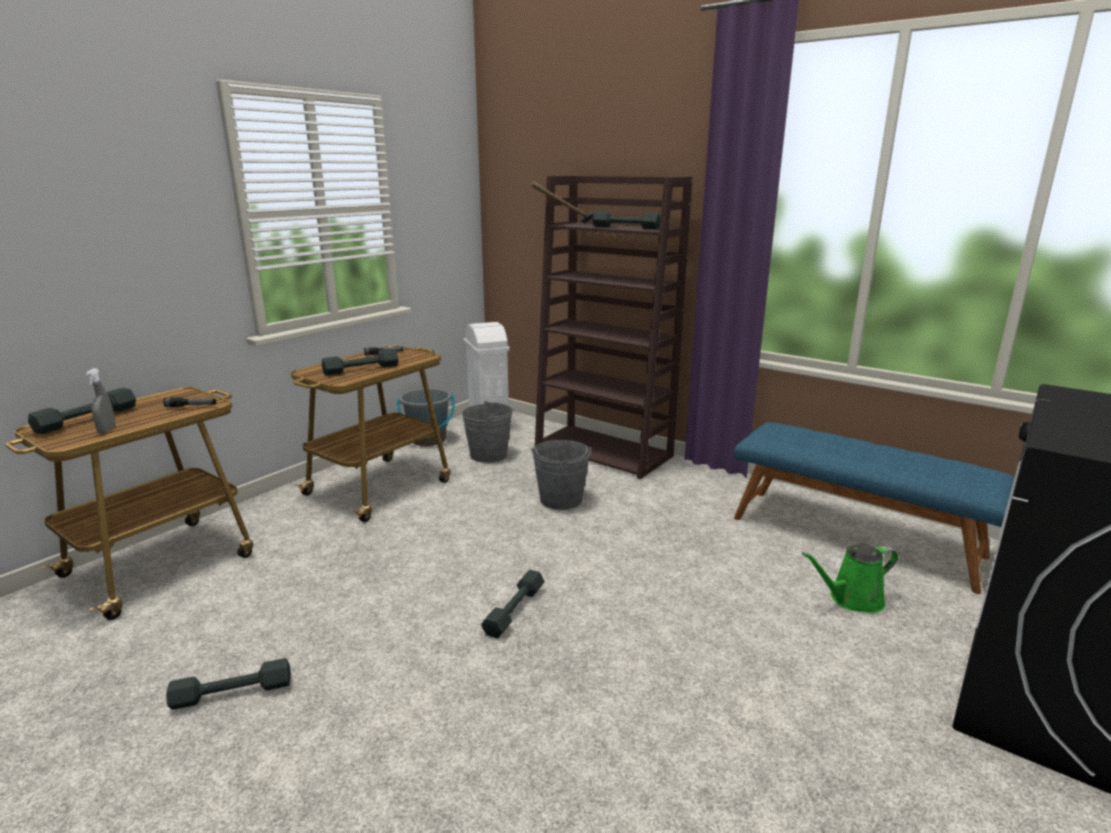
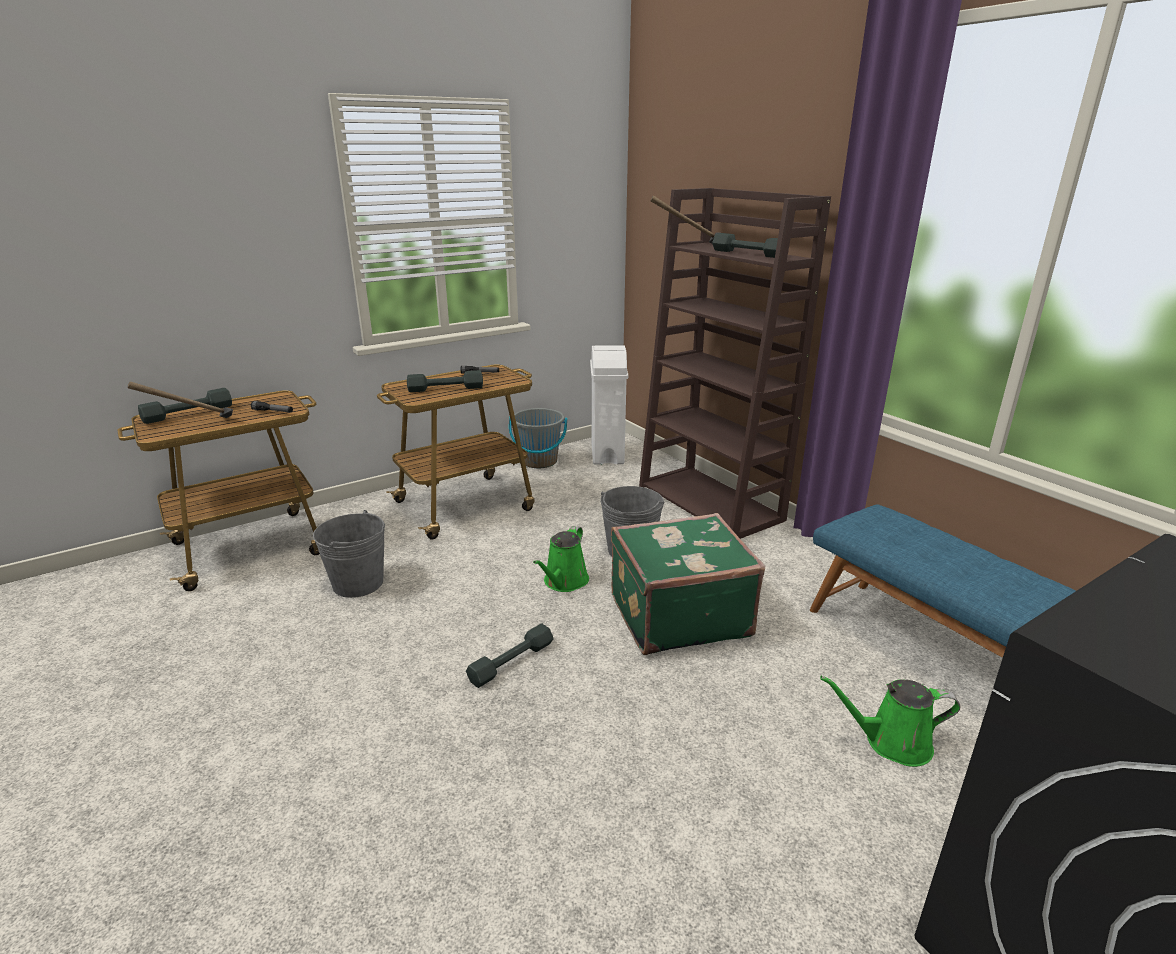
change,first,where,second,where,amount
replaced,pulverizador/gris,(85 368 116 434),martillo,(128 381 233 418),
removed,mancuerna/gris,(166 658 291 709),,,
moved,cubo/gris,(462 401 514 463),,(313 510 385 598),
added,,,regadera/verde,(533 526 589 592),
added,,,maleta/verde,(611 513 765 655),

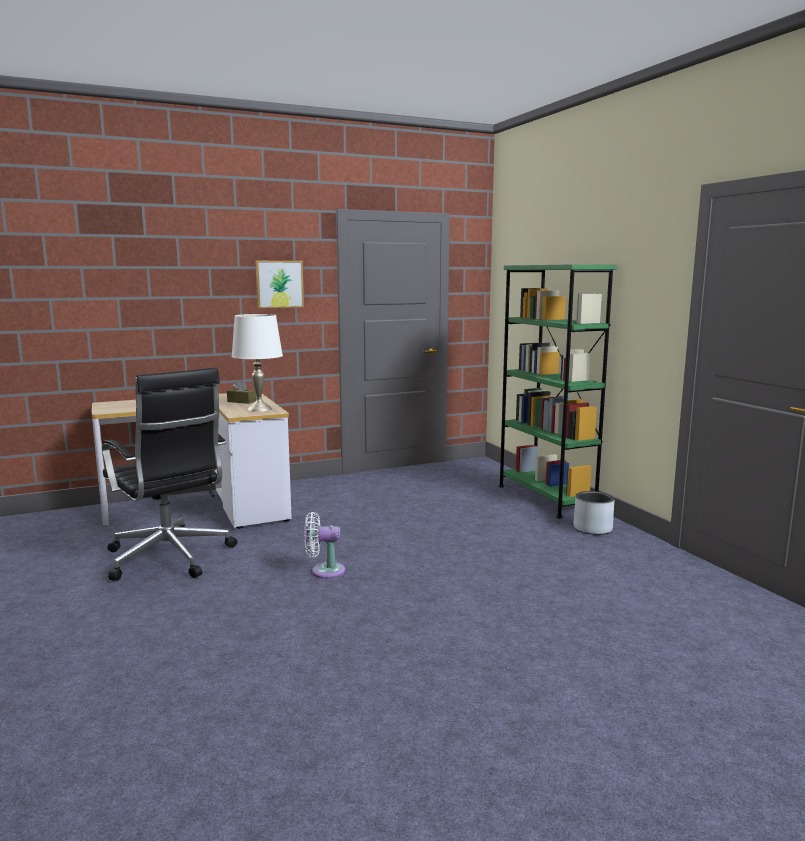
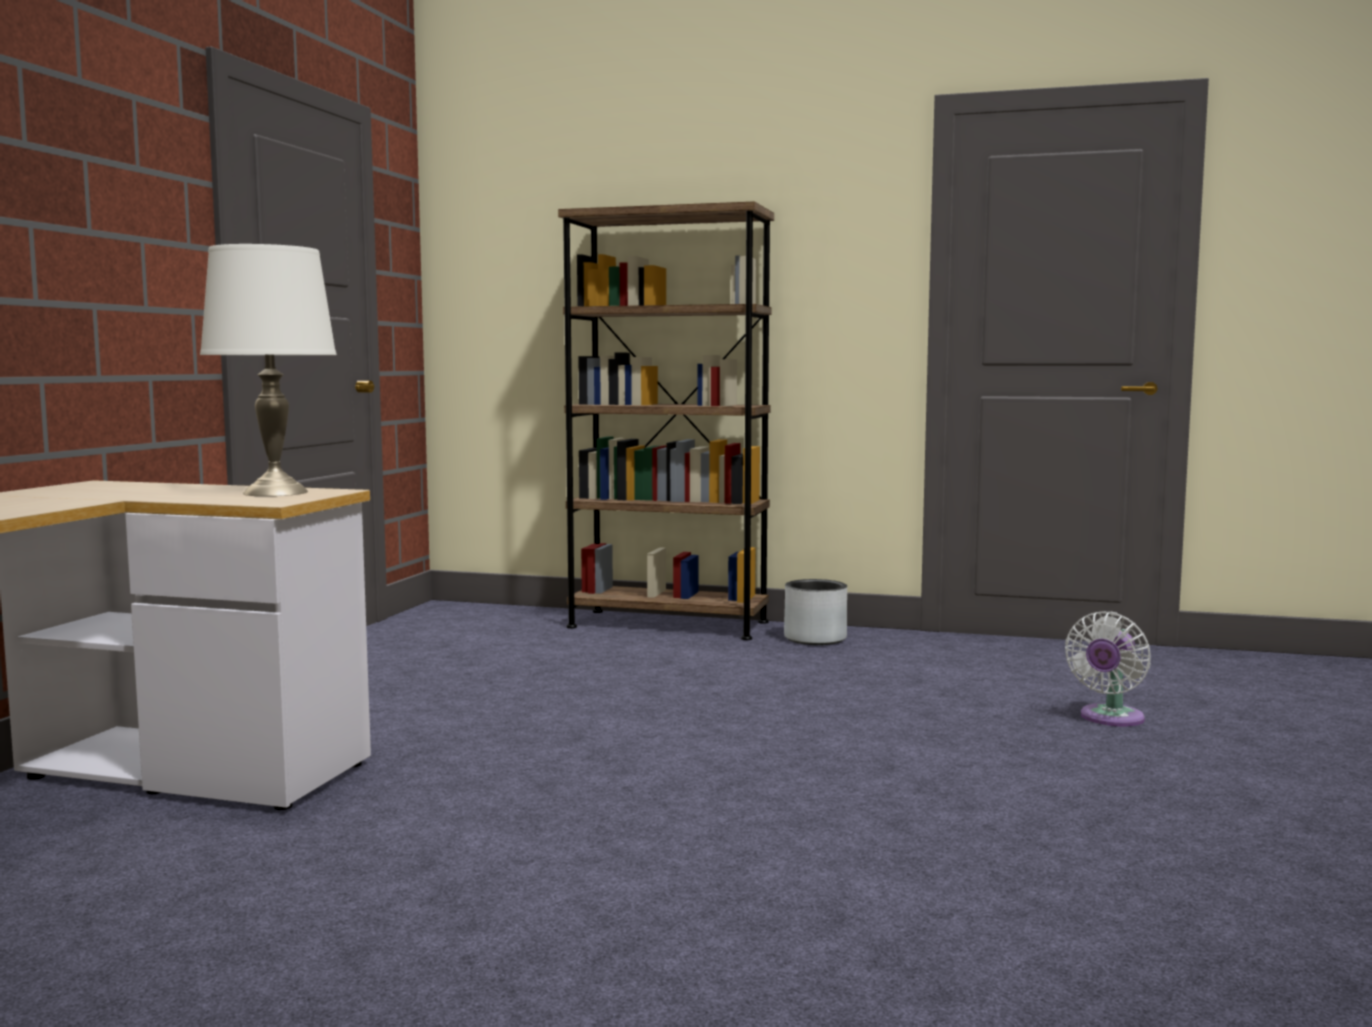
change,first,where,second,where,amount
removed,silla de oficina/negro,(102 367 237 581),,,
removed,caja de pañuelos/marrón,(227 380 257 404),,,
removed,cuadro,(255 261 304 308),,,
moved,ventilador/blanco,(304 512 345 579),,(1065 611 1151 726),
recoloured,estantería/verde,(499 264 617 519),estantería/marrón,(558 201 774 640),

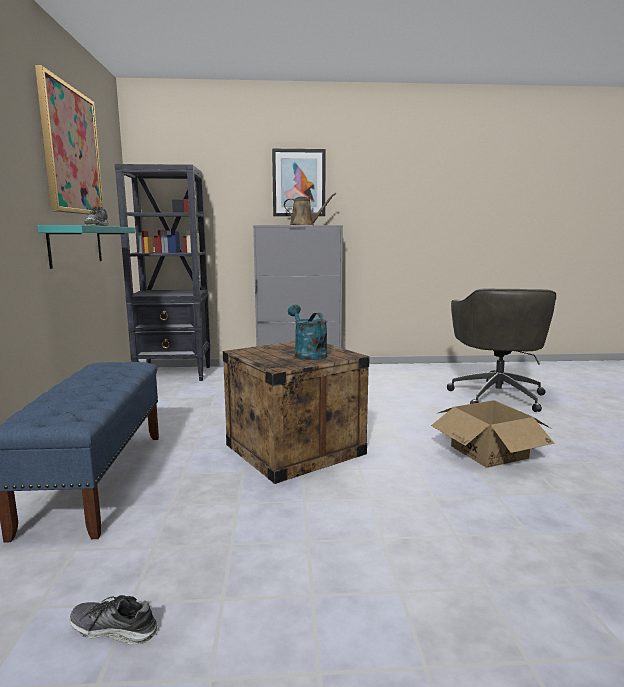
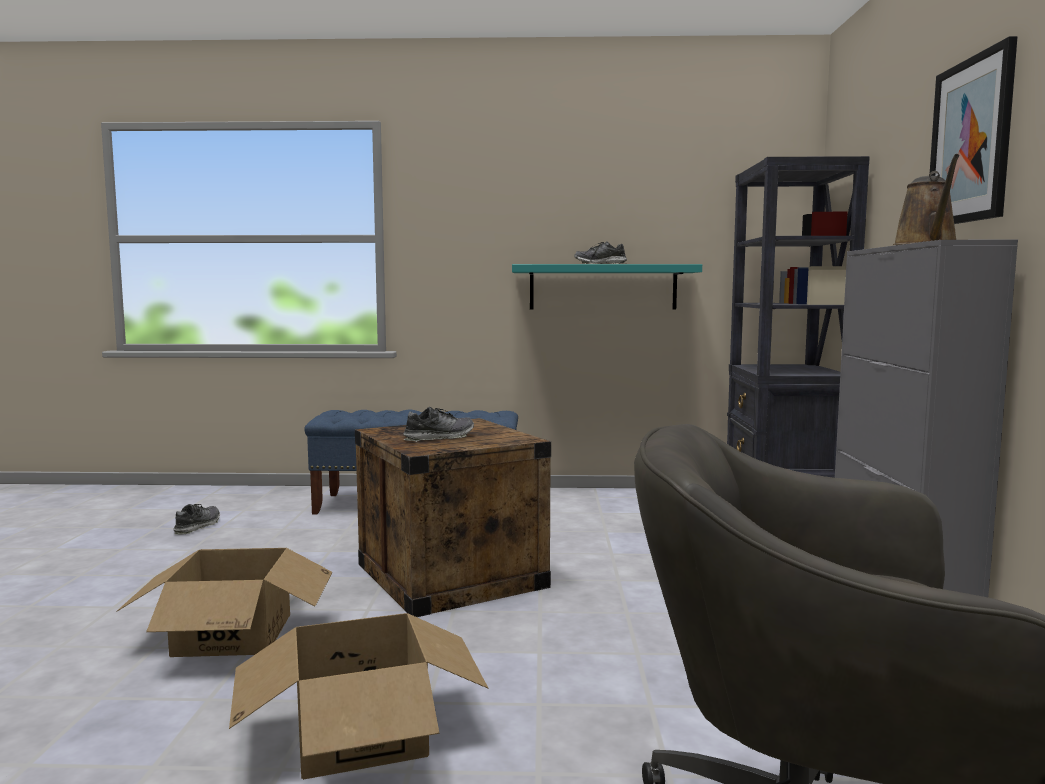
change,first,where,second,where,amount
removed,cuadro,(35 65 104 215),,,
replaced,regadera/turquesa,(288 305 327 360),zapato,(403 407 474 442),
added,,,caja de cartón,(116 548 332 657),

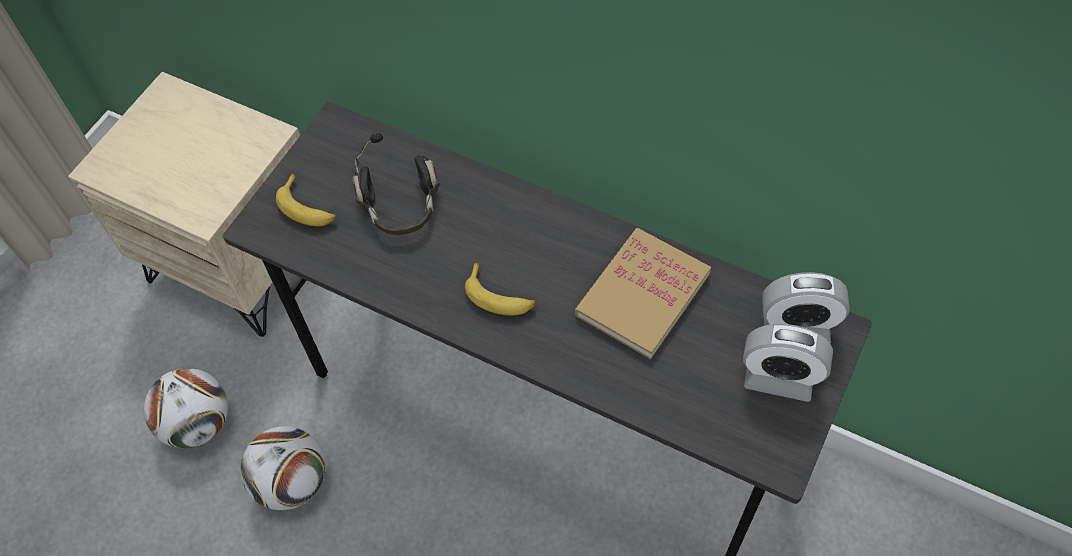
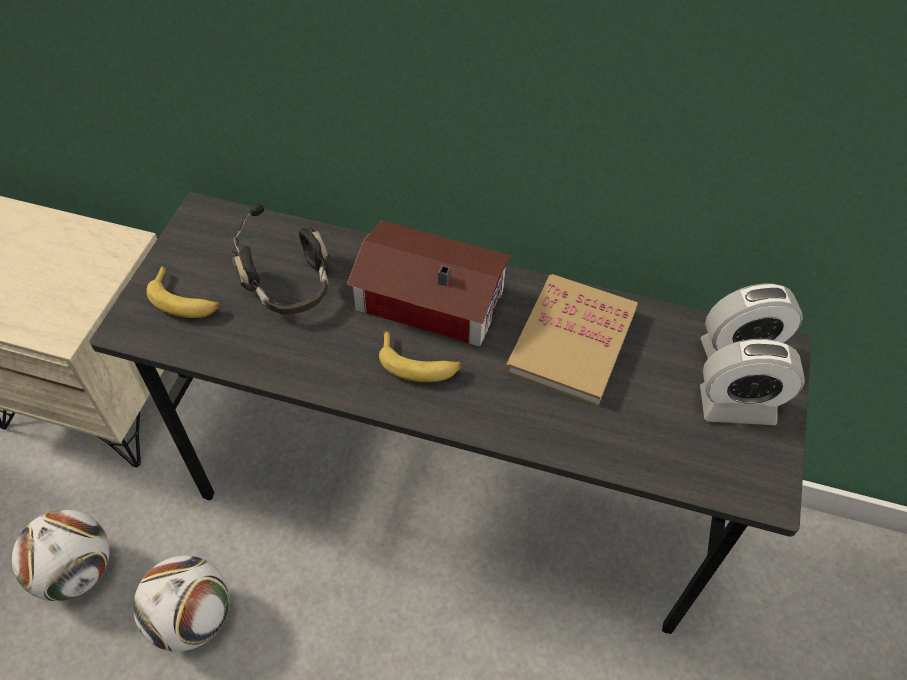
change,first,where,second,where,amount
added,,,casita,(346 221 511 347),

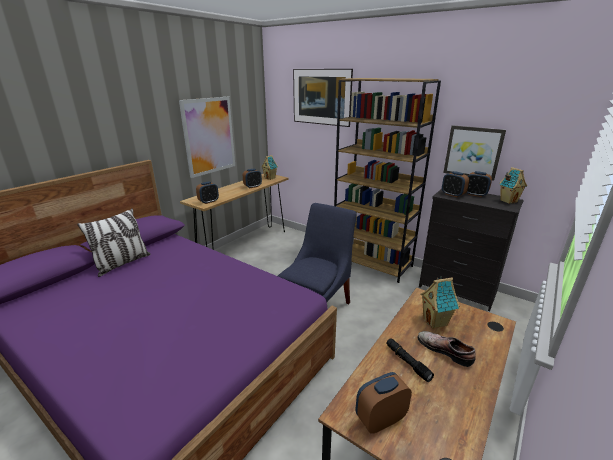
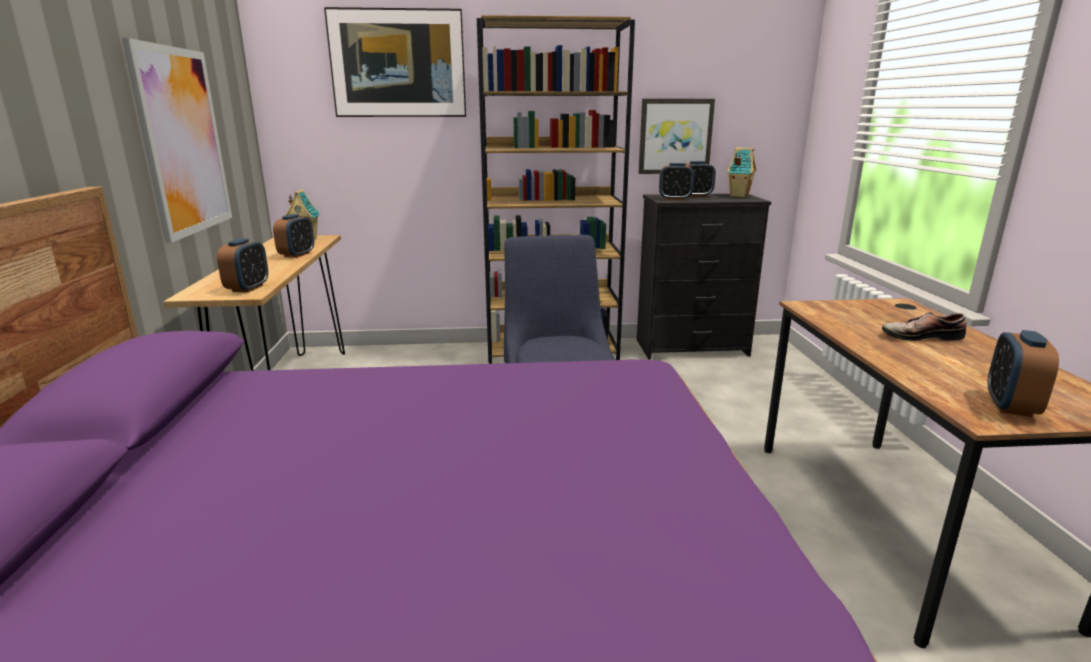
change,first,where,second,where,amount
removed,cojín,(77 208 151 277),,,
removed,linterna/negro,(387 338 434 382),,,
removed,casita,(420 276 460 329),,,

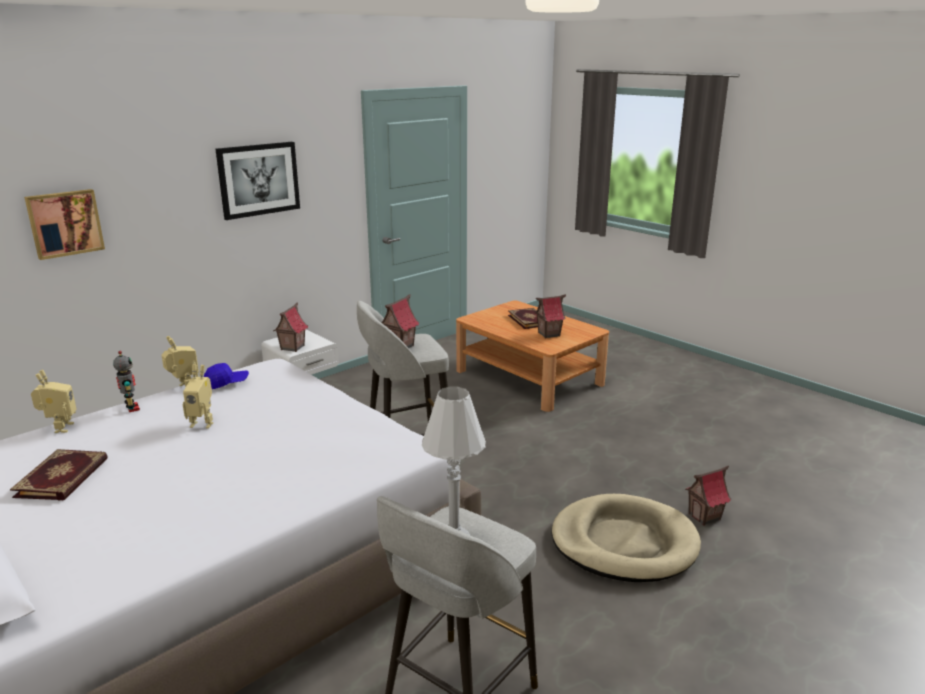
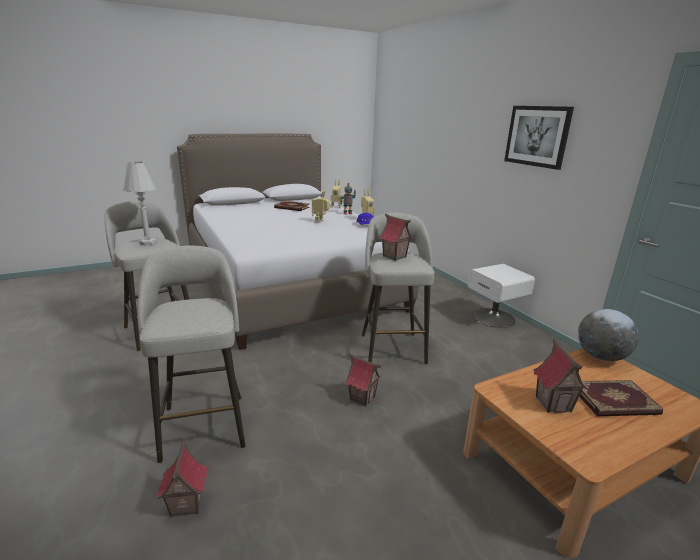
change,first,where,second,where,amount
removed,cuadro,(24 189 105 260),,,
moved,casita,(273 302 308 352),,(345 353 382 406),
replaced,cama para perro/beis,(551 494 701 582),taburete/gris,(138 245 245 463),
added,,,globo terráqueo,(578 309 639 361),

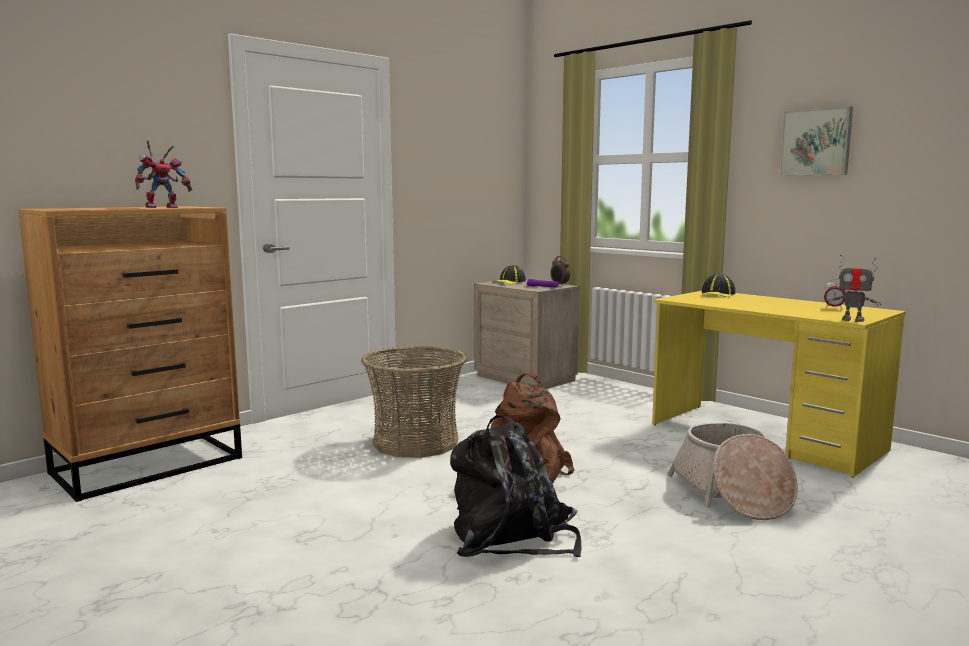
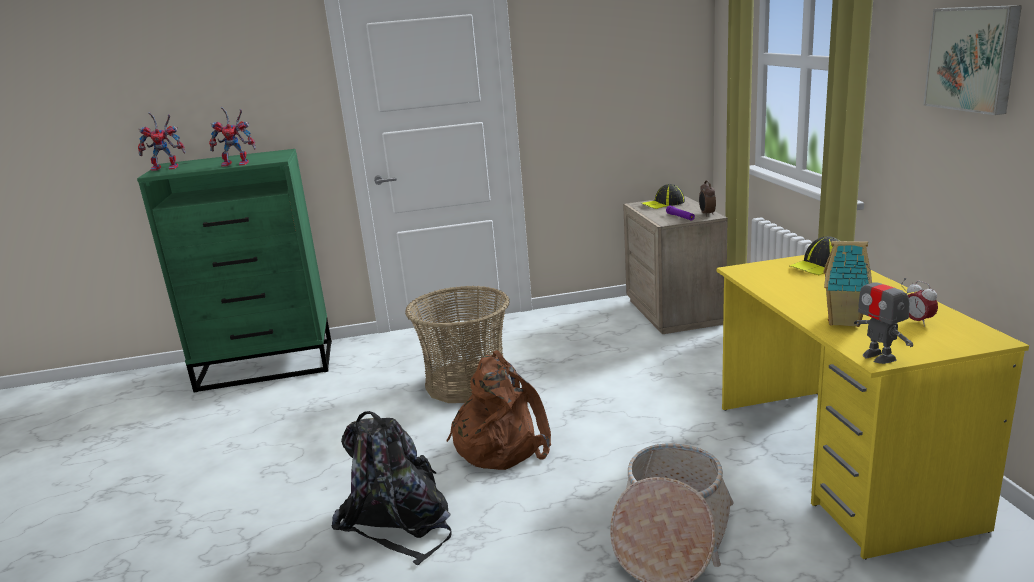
change,first,where,second,where,amount
recoloured,cómoda/marrón,(18 206 242 502),cómoda/verde,(137 149 332 393),
added,,,robot de juguete,(138 112 185 171),
added,,,casita,(823 241 872 327),

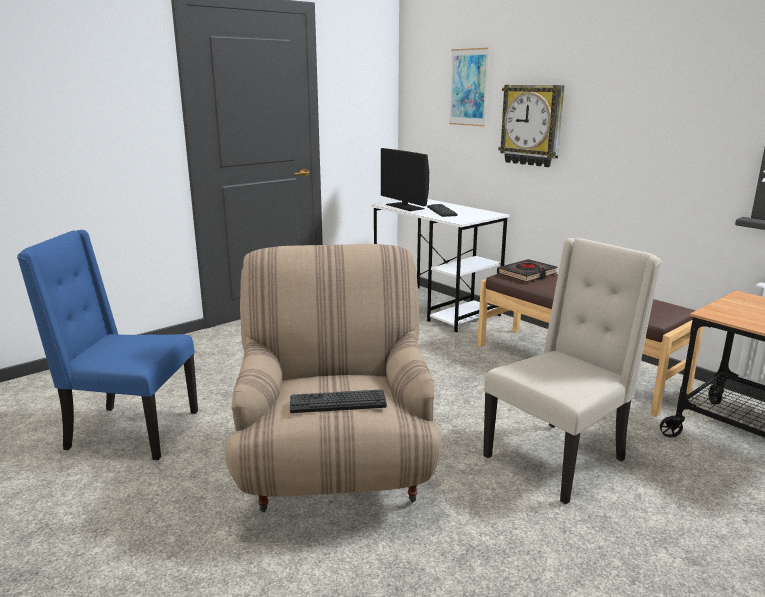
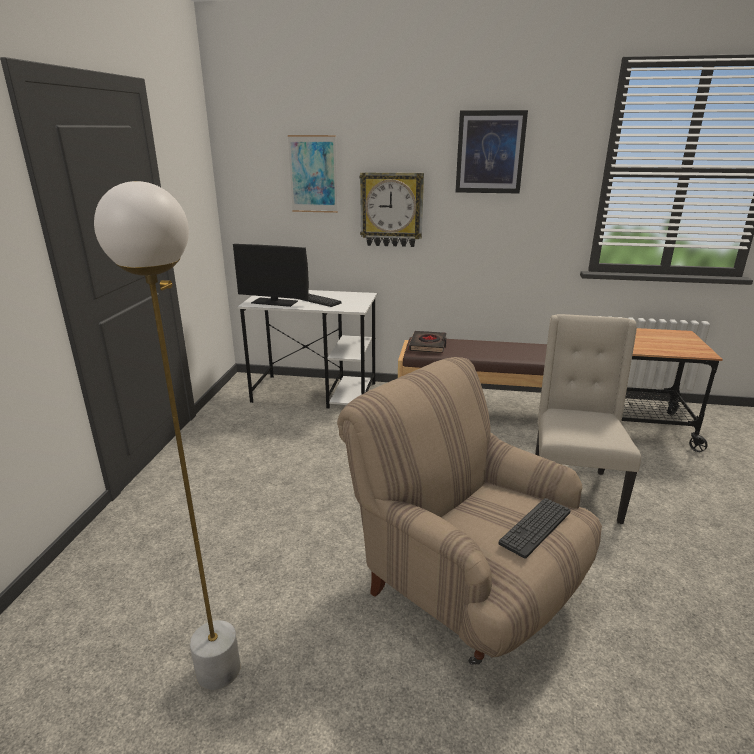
change,first,where,second,where,amount
replaced,silla/azul,(17 230 198 460),lámpara de pie/blanco,(94 181 241 690),
added,,,cuadro,(456 110 528 193),

